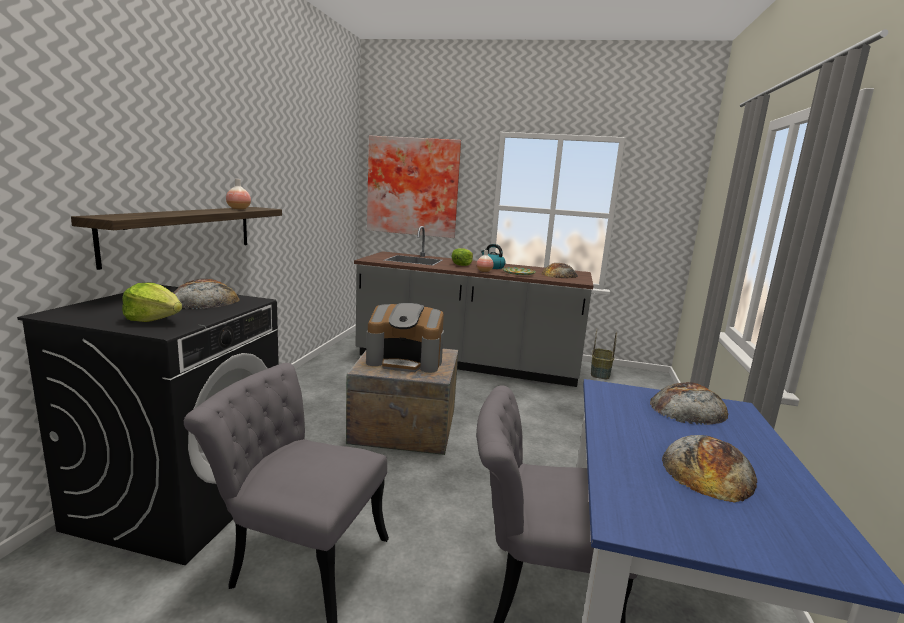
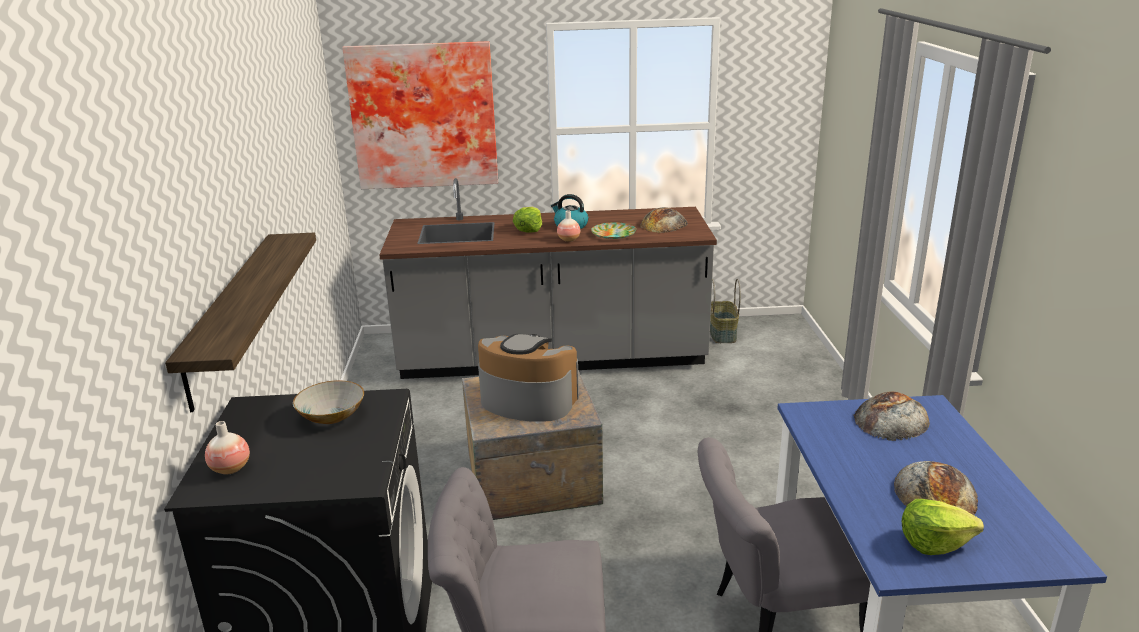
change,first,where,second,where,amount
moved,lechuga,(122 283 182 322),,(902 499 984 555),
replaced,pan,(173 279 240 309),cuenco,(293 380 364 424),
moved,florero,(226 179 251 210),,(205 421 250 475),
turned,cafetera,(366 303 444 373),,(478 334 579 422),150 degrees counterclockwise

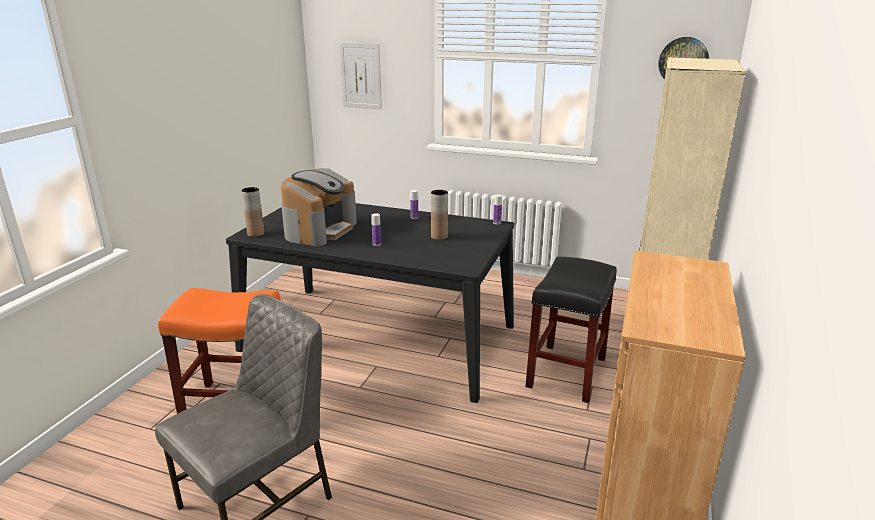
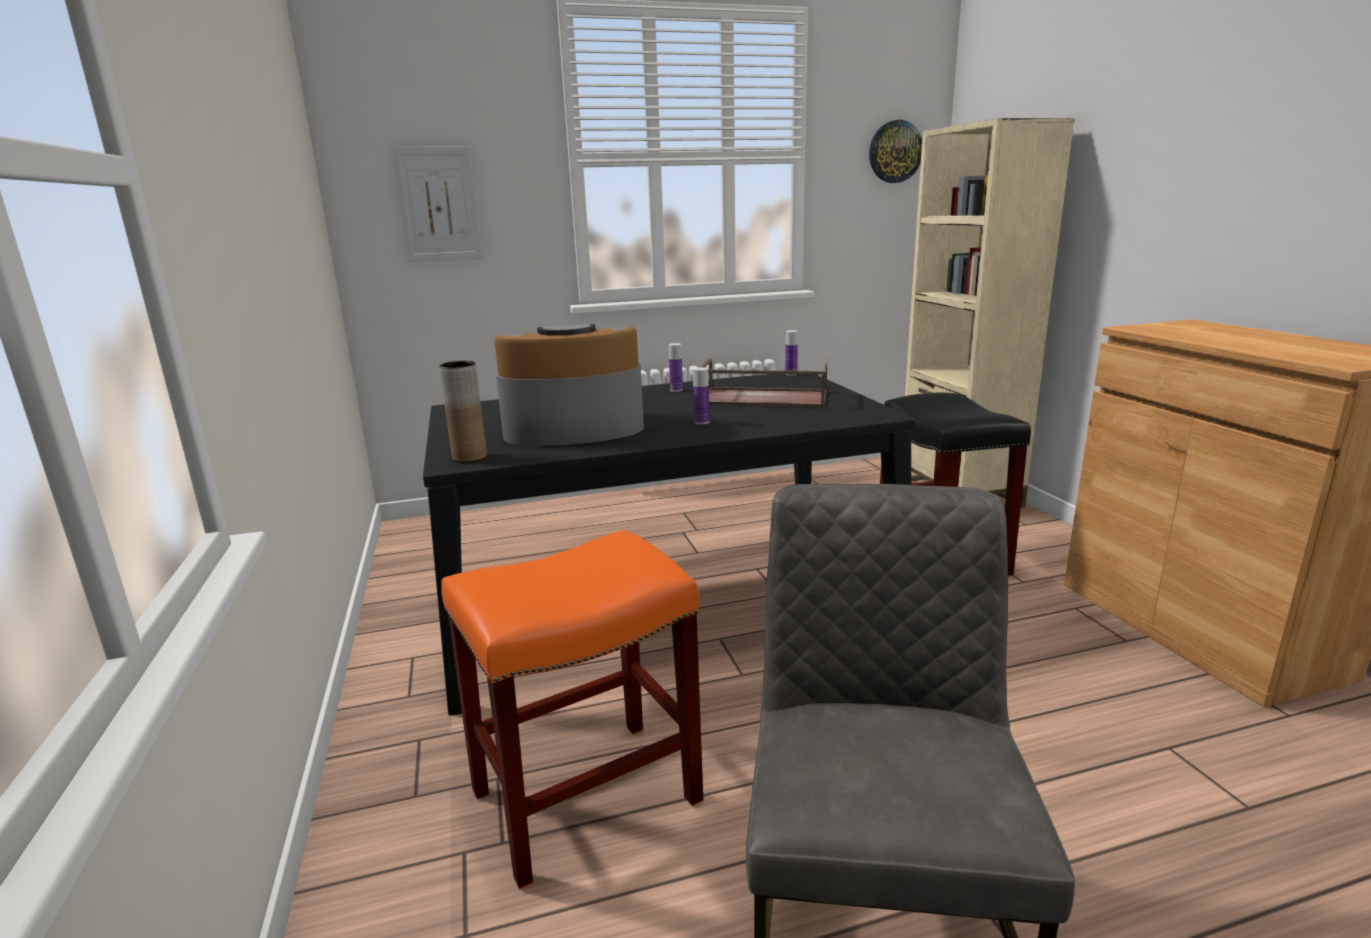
change,first,where,second,where,amount
turned,cafetera,(281 168 357 246),,(494 324 644 446),90 degrees counterclockwise
replaced,florero/marrón,(431 190 448 240),bandeja/marrón,(701 358 827 408),

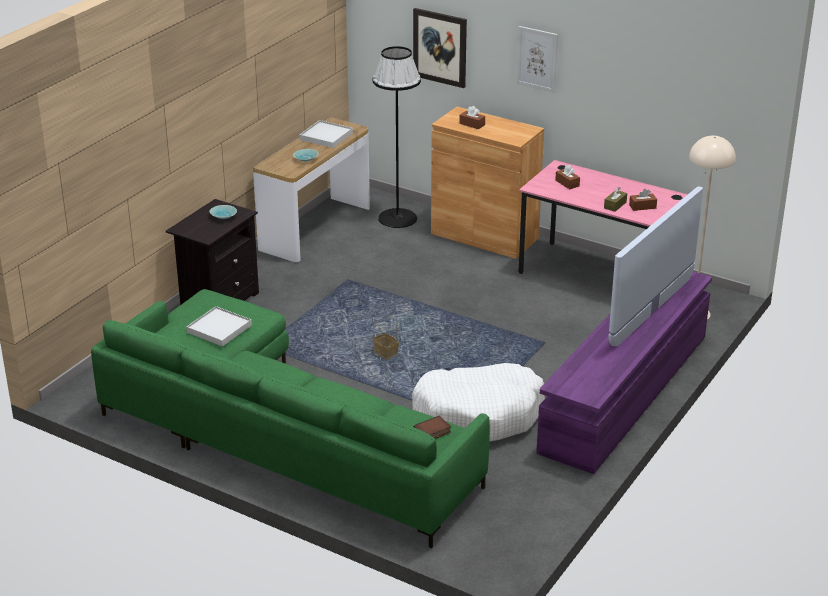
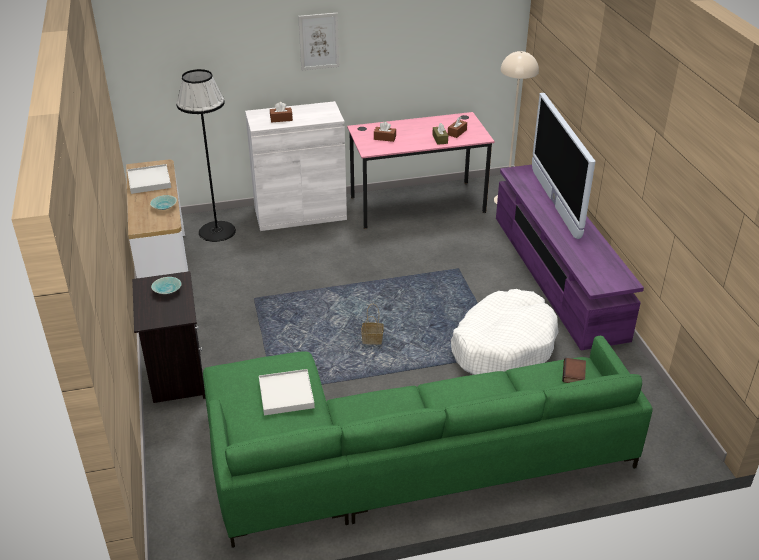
change,first,where,second,where,amount
removed,cuadro,(413 8 467 88),,,
recoloured,armario/marrón,(431 107 544 259),armario/blanco,(245 101 347 231),

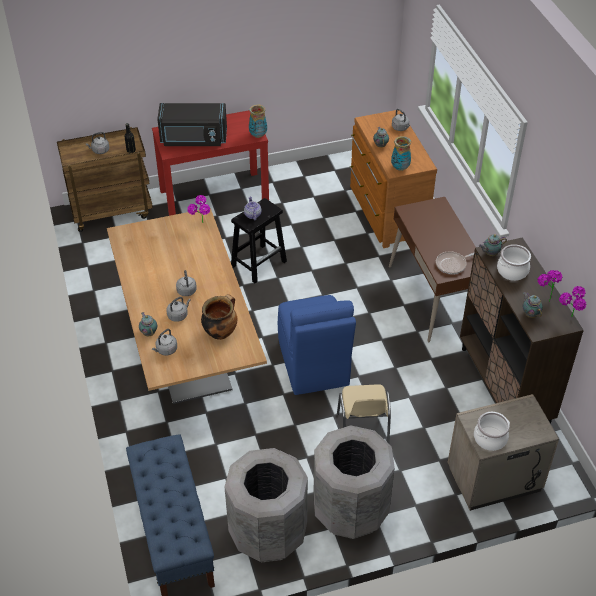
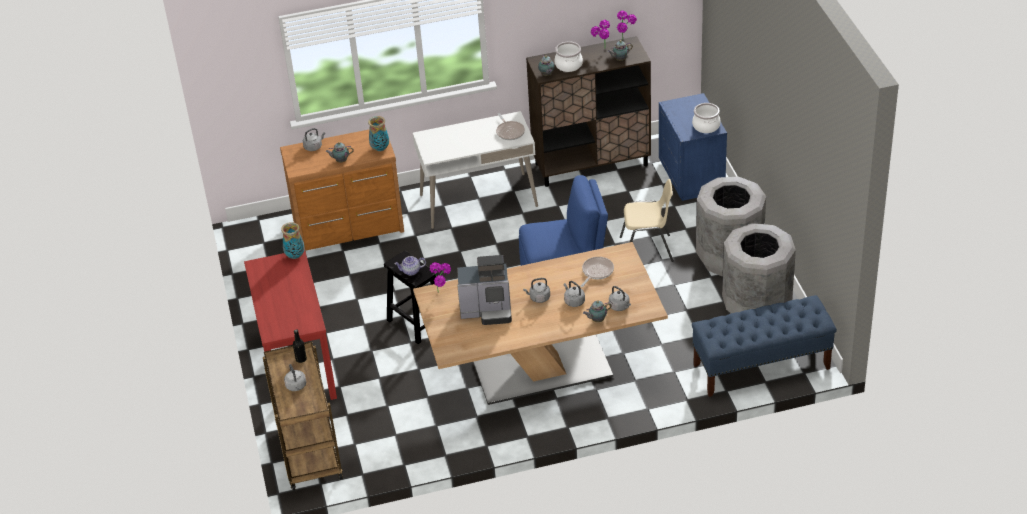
change,first,where,second,where,amount
removed,microondas/negro,(157 103 227 146),,,
replaced,olla,(201 294 237 340),sartén,(581 257 614 287),
recoloured,escritorio/marrón,(389 197 476 343),escritorio/blanco,(413 111 538 229),
recoloured,mesita de noche/beis,(447 394 559 511),mesita de noche/azul,(659 93 727 201),
added,,,cafetera,(457 255 512 325),

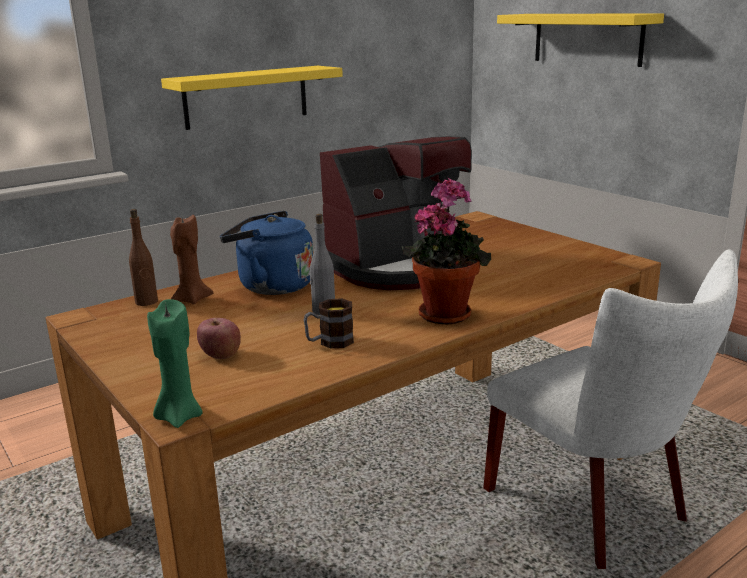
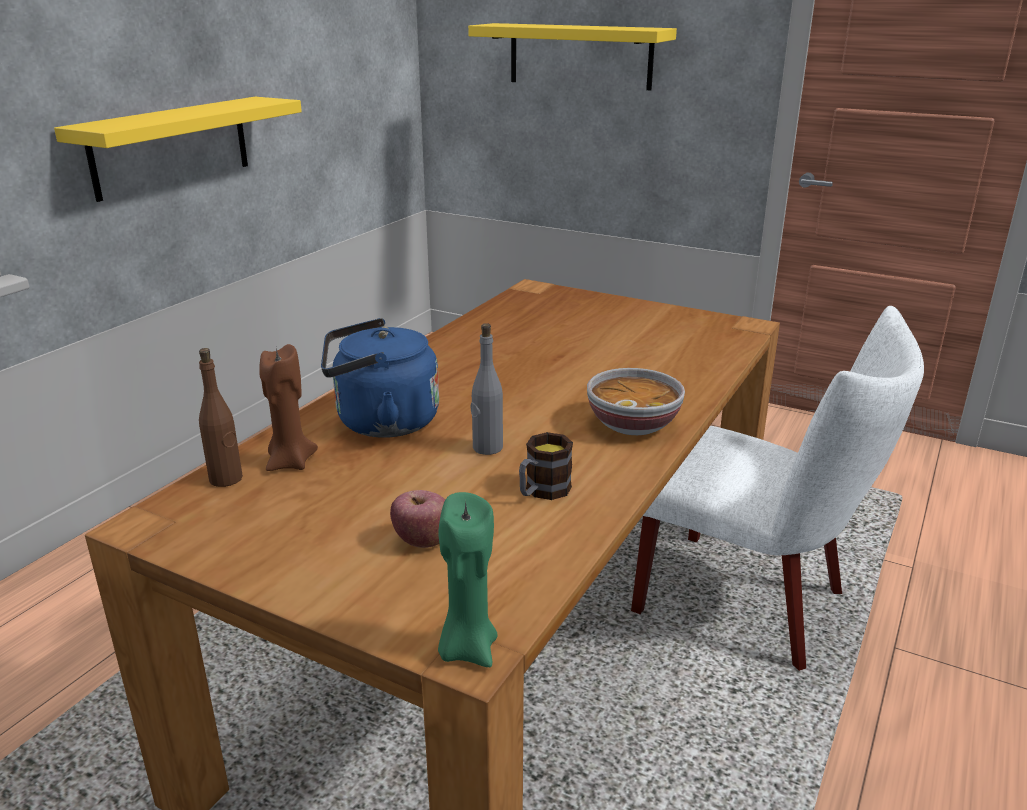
change,first,where,second,where,amount
removed,cafetera,(320 136 472 290),,,
replaced,planta en maceta,(401 178 491 324),cuenco,(587 368 685 435),

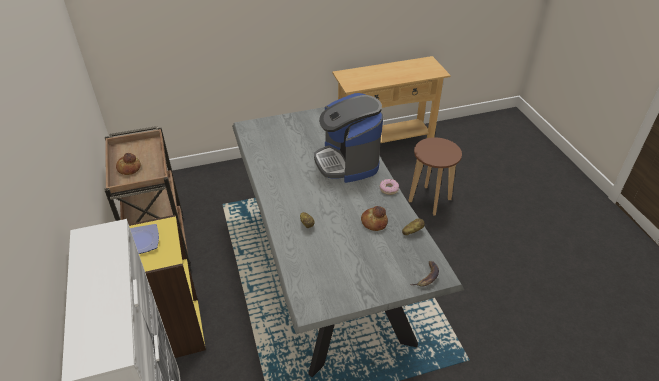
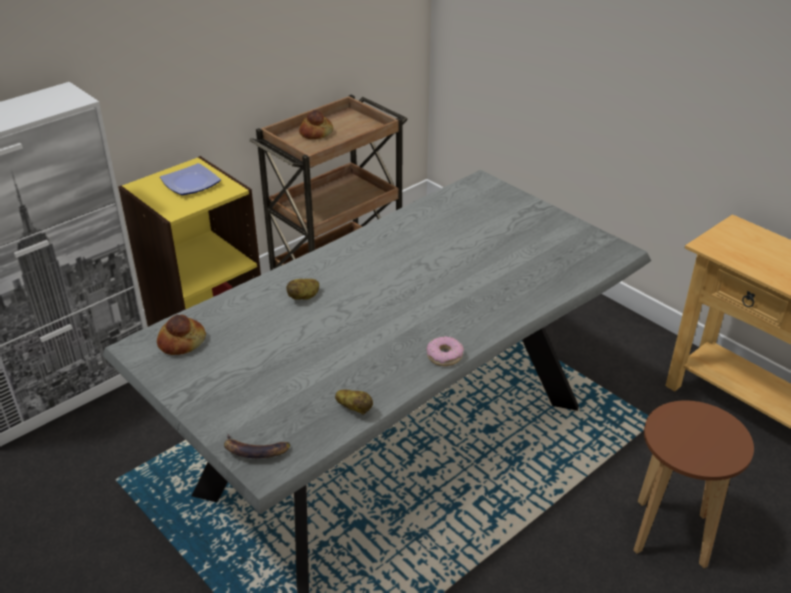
change,first,where,second,where,amount
removed,cafetera,(314 93 383 183),,,
moved,pan,(361 206 388 231),,(157 315 206 355),

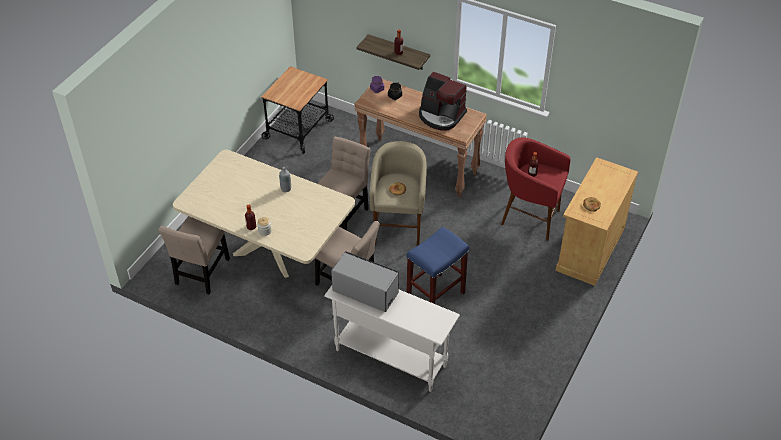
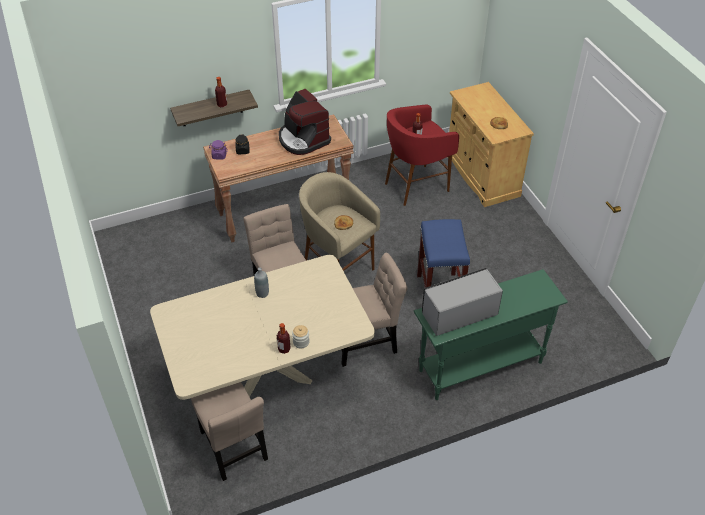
change,first,where,second,where,amount
removed,carrito,(261 66 334 154),,,
recoloured,mesa consola/blanco,(324 286 460 392),mesa consola/verde,(414 269 568 400),
turned,cafetera,(419 72 467 131),,(279 89 331 155),75 degrees clockwise

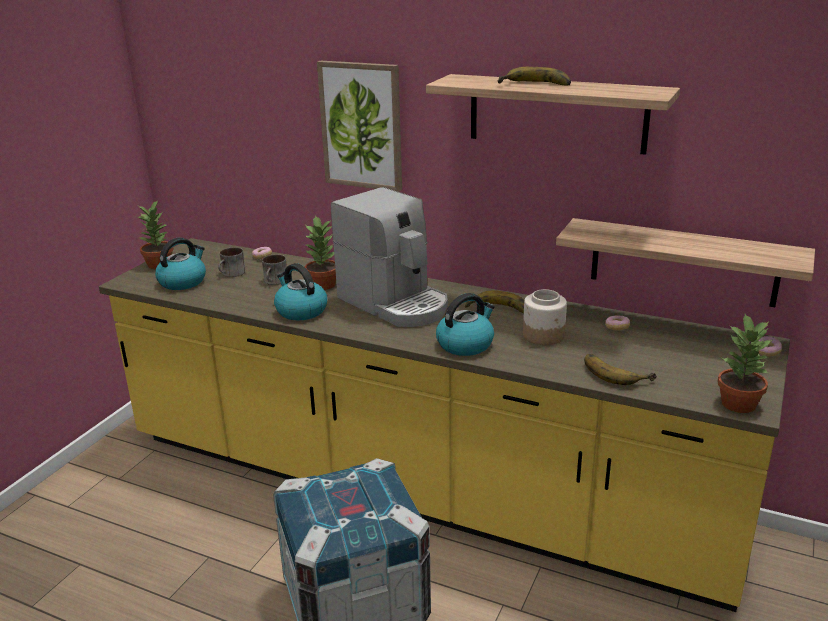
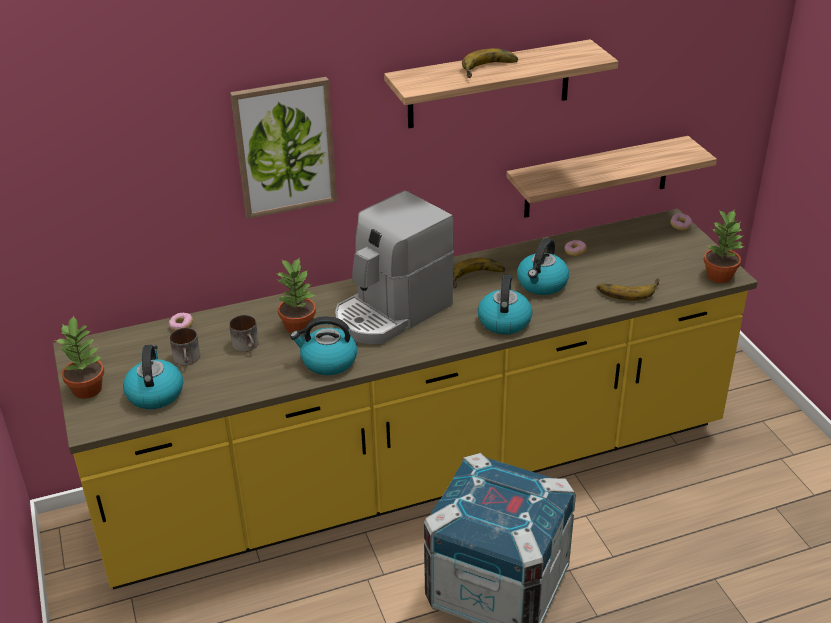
change,first,where,second,where,amount
turned,cafetera,(331 187 448 327),,(335 191 454 344),135 degrees clockwise
replaced,tarro,(523 289 567 345),hervidor,(517 238 569 295),

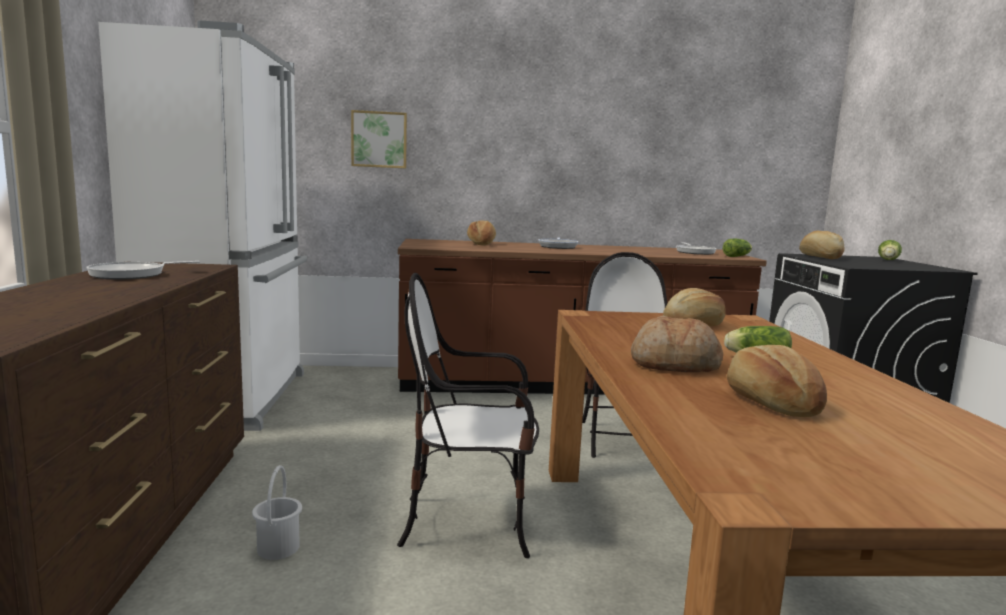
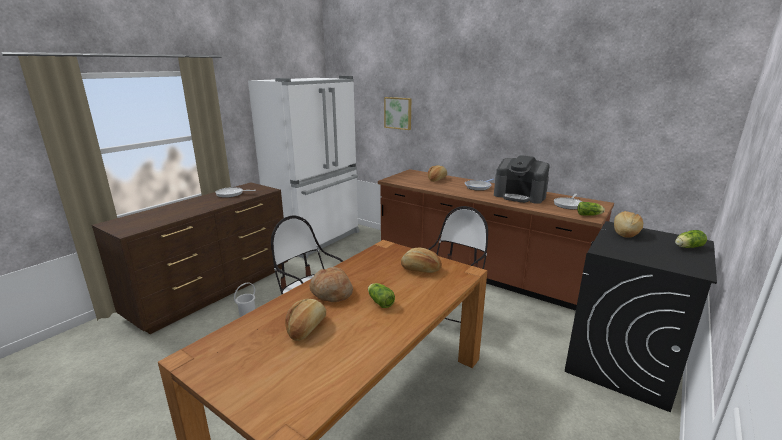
change,first,where,second,where,amount
added,,,cafetera,(494 155 550 204),

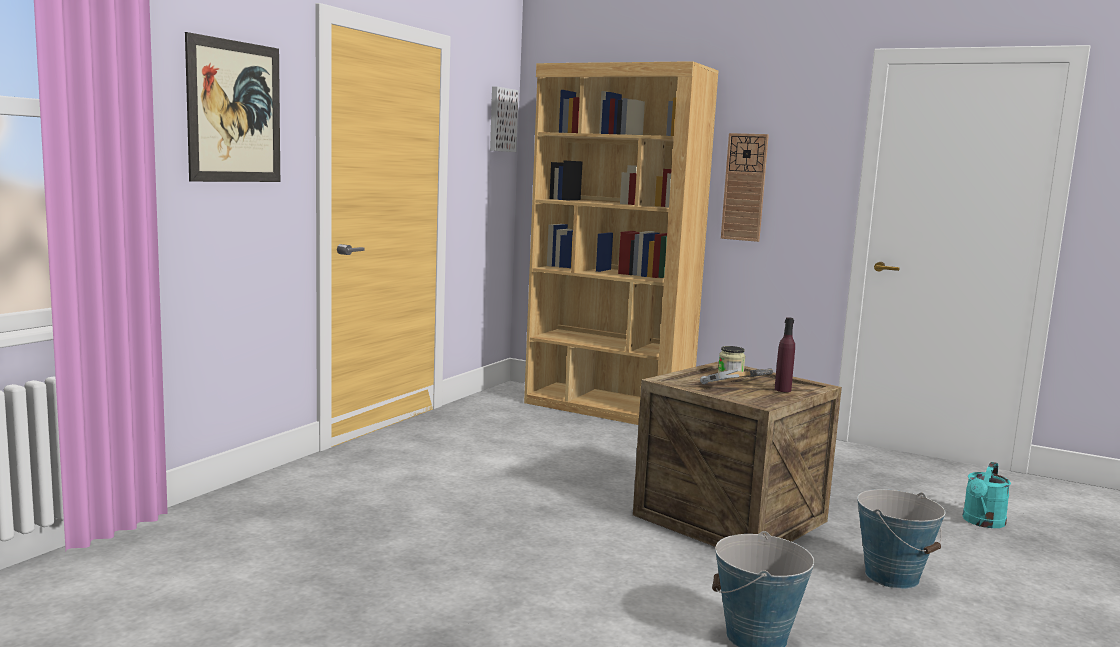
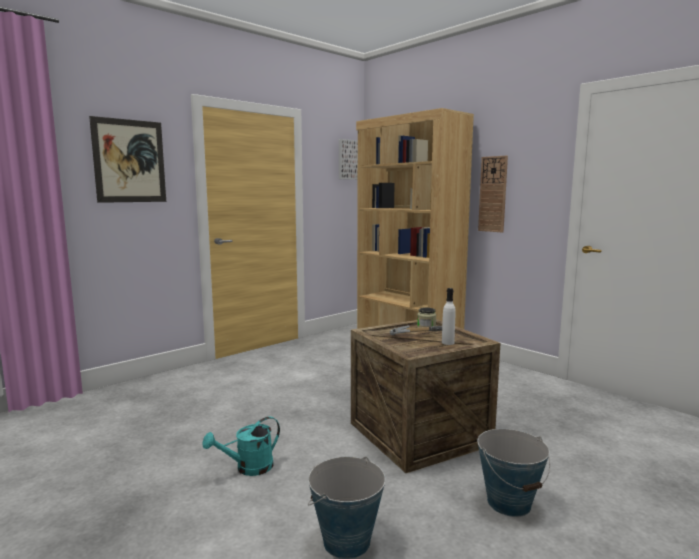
change,first,where,second,where,amount
recoloured,botella/morado,(775 317 795 392),botella/blanco,(442 288 456 345),
moved,regadera/turquesa,(962 462 1011 528),,(203 417 280 476),

